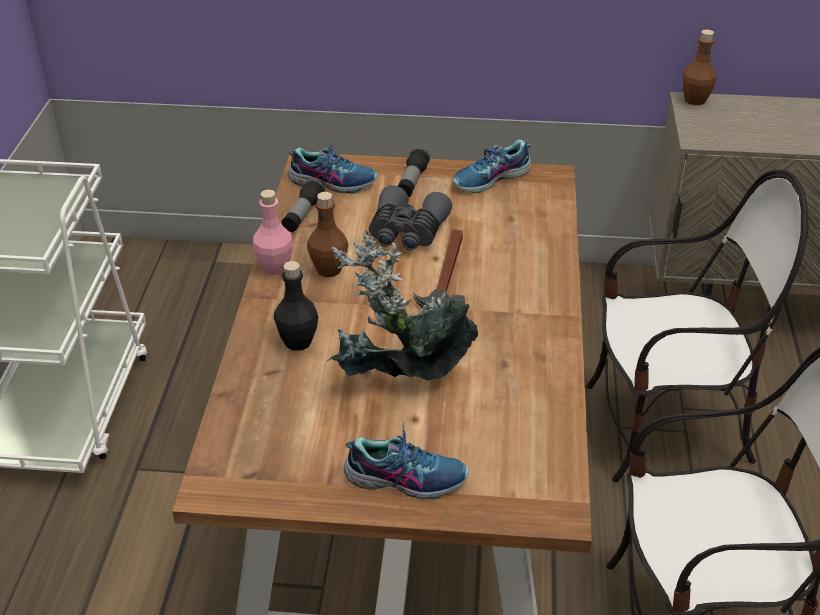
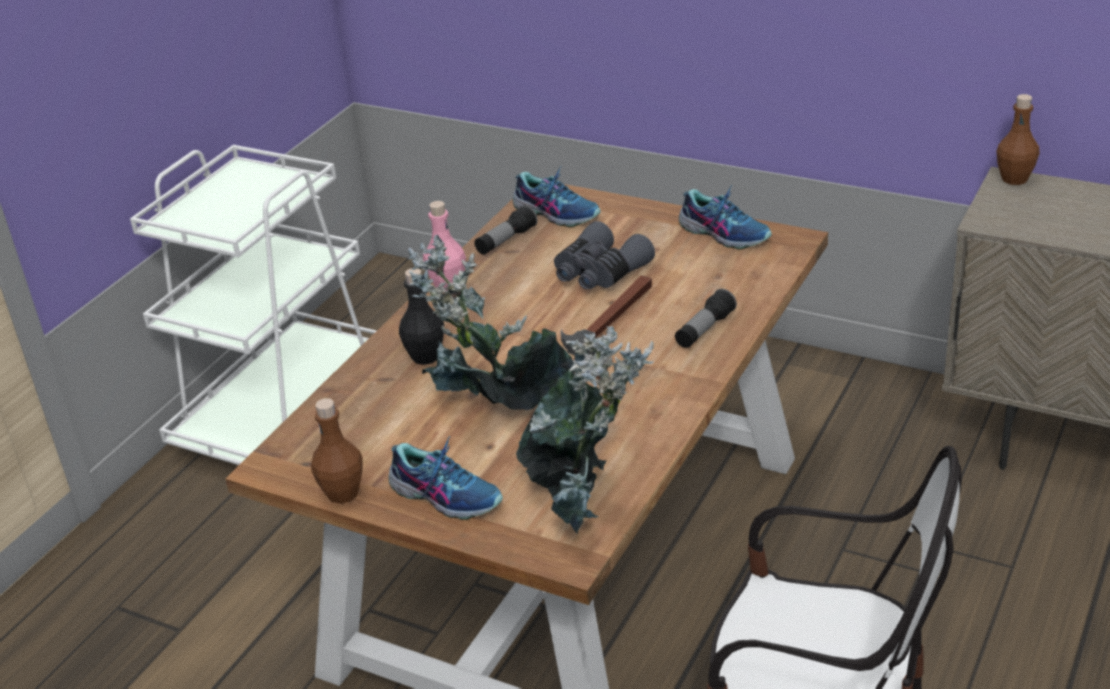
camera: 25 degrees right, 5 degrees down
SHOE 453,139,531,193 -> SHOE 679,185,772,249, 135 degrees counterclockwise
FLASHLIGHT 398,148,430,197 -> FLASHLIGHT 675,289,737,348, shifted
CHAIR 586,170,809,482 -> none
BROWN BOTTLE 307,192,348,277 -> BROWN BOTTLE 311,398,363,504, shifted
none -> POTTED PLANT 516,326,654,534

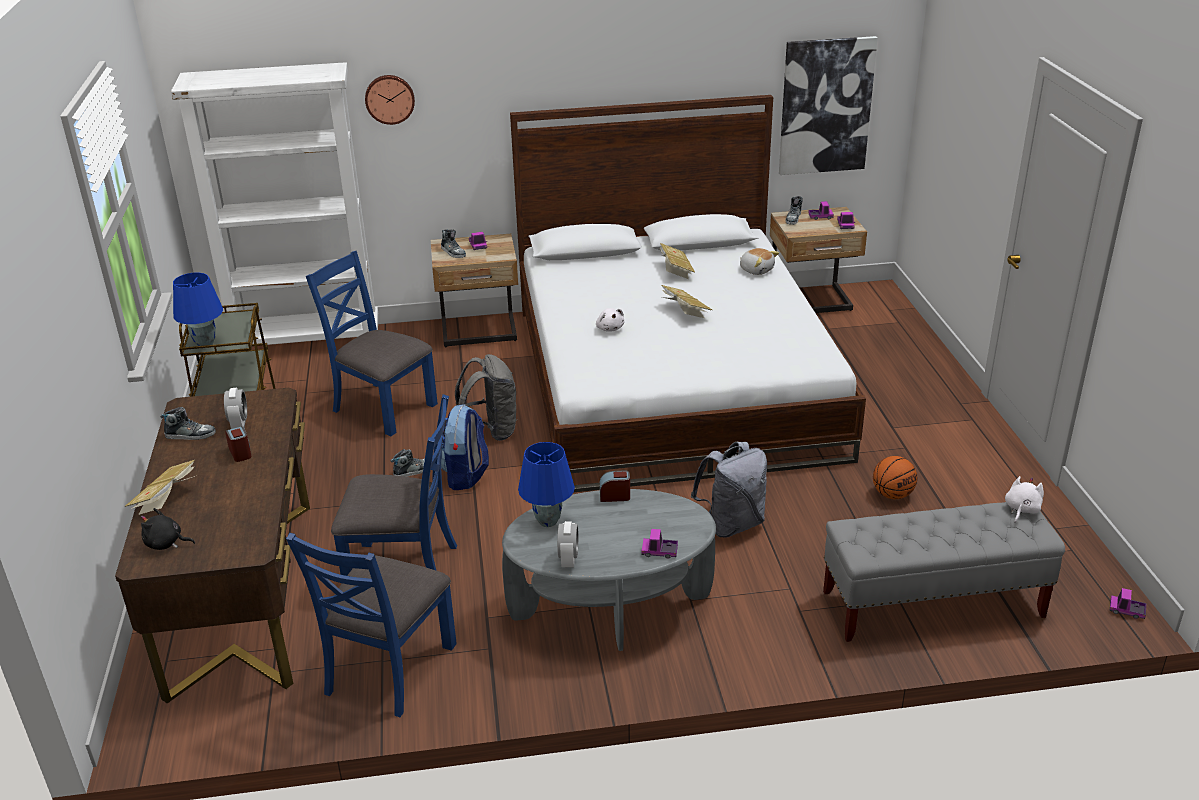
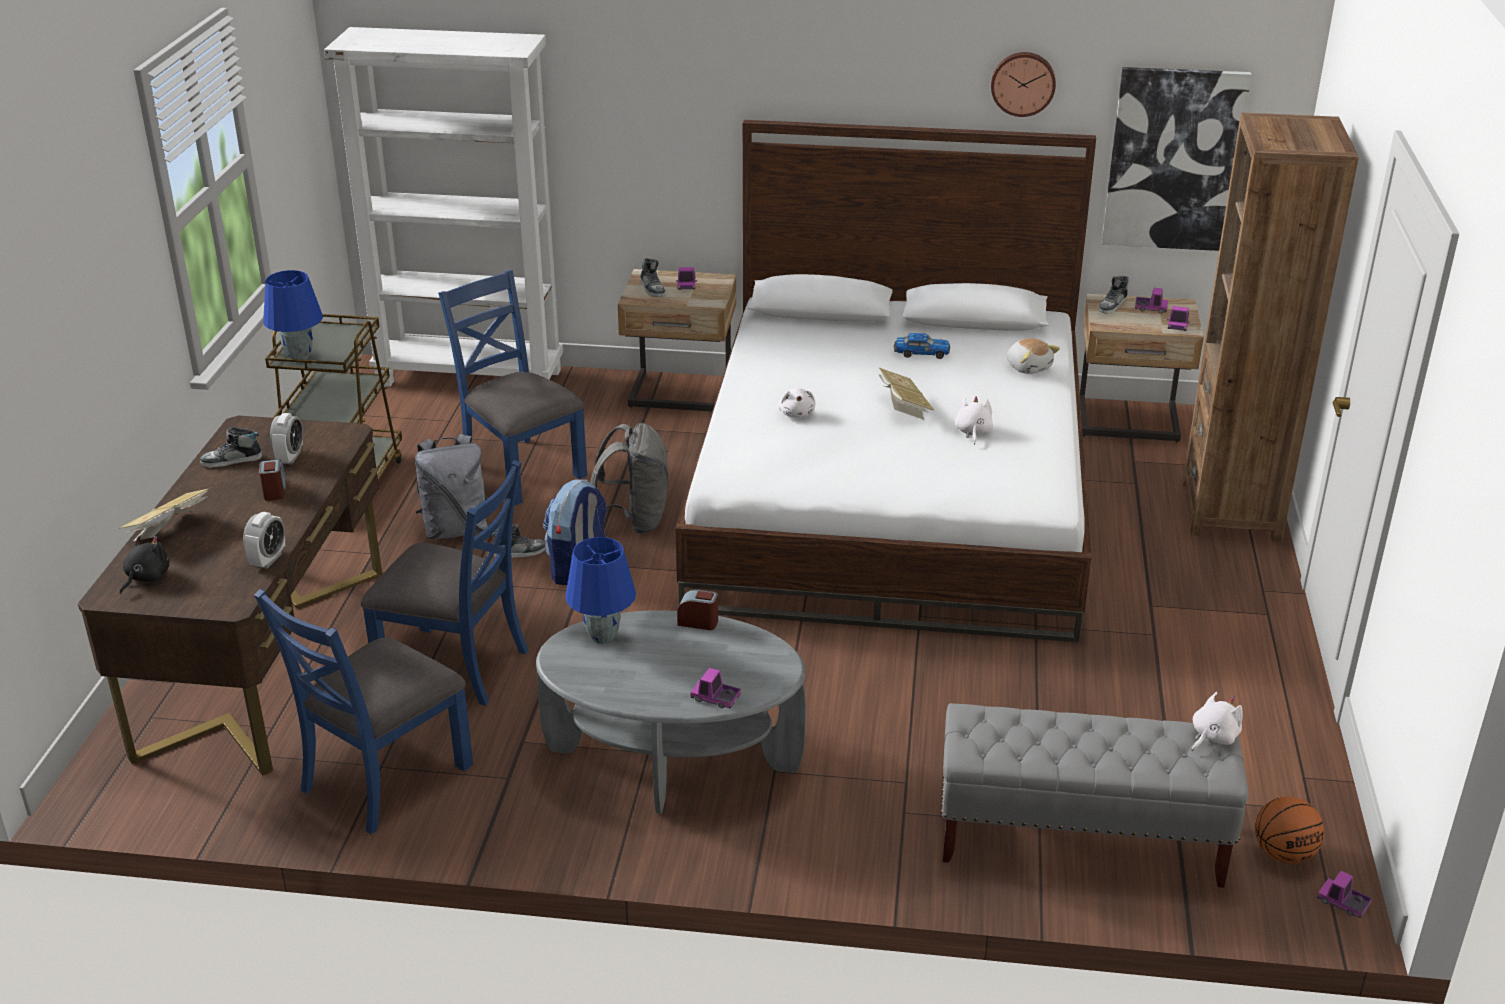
camera: 15 degrees right, 0 degrees up
WALL CLOCK 365,75,415,125 -> WALL CLOCK 991,52,1056,117, shifted
BOOK 660,243,695,279 -> TOY CAR 894,333,950,359
SHOE 161,407,216,440 -> SHOE 200,427,262,468, 150 degrees clockwise
GREY BACKPACK 691,442,767,538 -> GREY BACKPACK 415,434,488,540, shifted
BASKETBALL 873,456,917,499 -> BASKETBALL 1255,797,1324,864, shifted
BLACK PLUSH TOY 141,508,195,550 -> BLACK PLUSH TOY 119,535,169,594, 90 degrees clockwise
ALARM CLOCK 557,521,578,567 -> ALARM CLOCK 243,512,285,569, shifted
none -> BROWN BOOKCASE 1183,113,1359,542
none -> WHITE PLUSH TOY 955,396,993,445

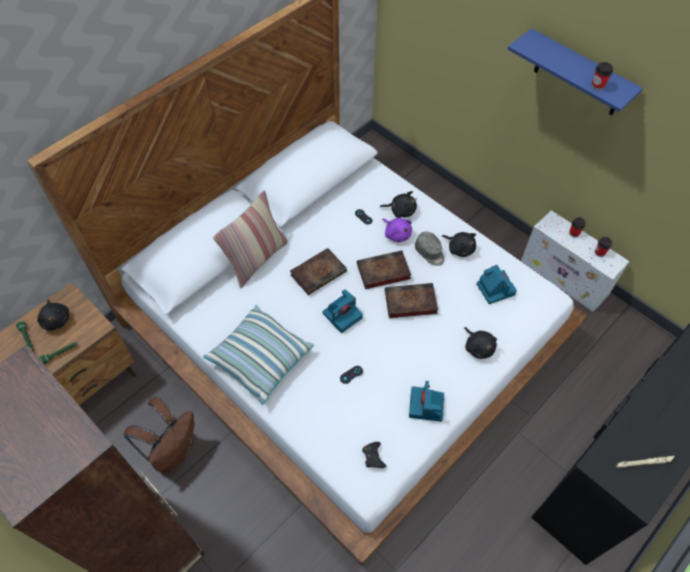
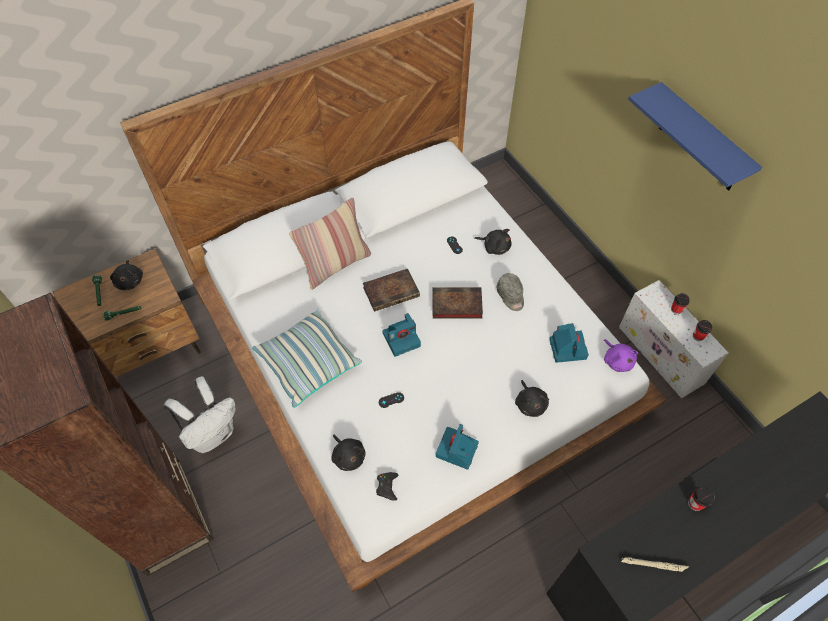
camera: 15 degrees right, 0 degrees up
CUP 592,62,613,90 -> CUP 688,486,714,511, shifted
PURPLE PLUSH TOY 382,218,412,242 -> PURPLE PLUSH TOY 604,339,638,372, shifted
BLACK PLUSH TOY 442,232,476,257 -> BLACK PLUSH TOY 331,434,366,471, shifted
BOOK 385,283,438,318 -> none
BROWN BACKPACK 124,397,194,473 -> WHITE BACKPACK 164,376,236,453

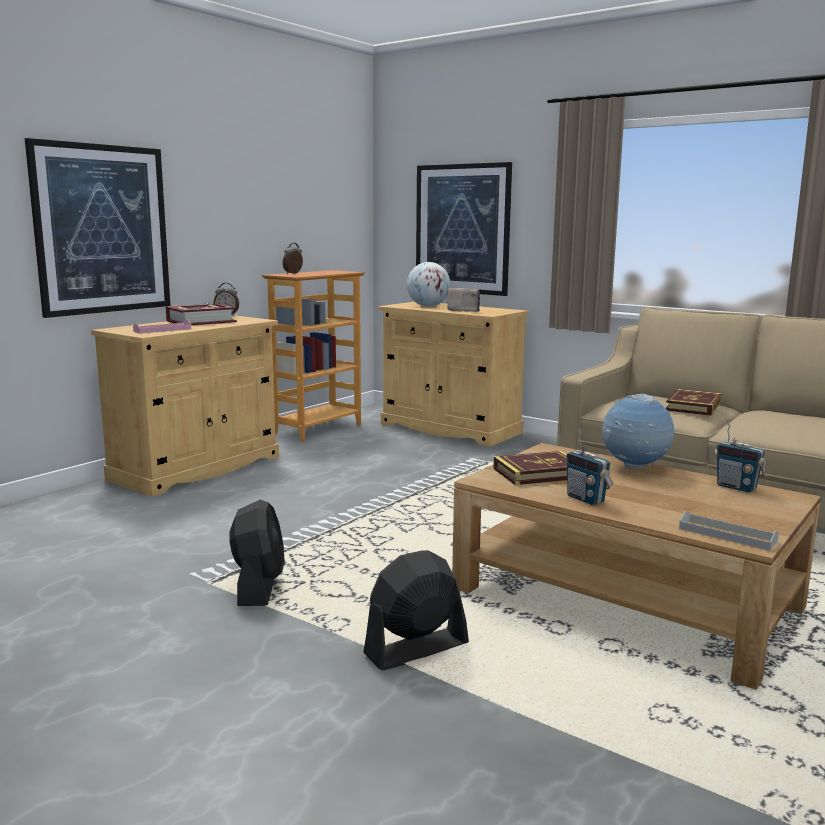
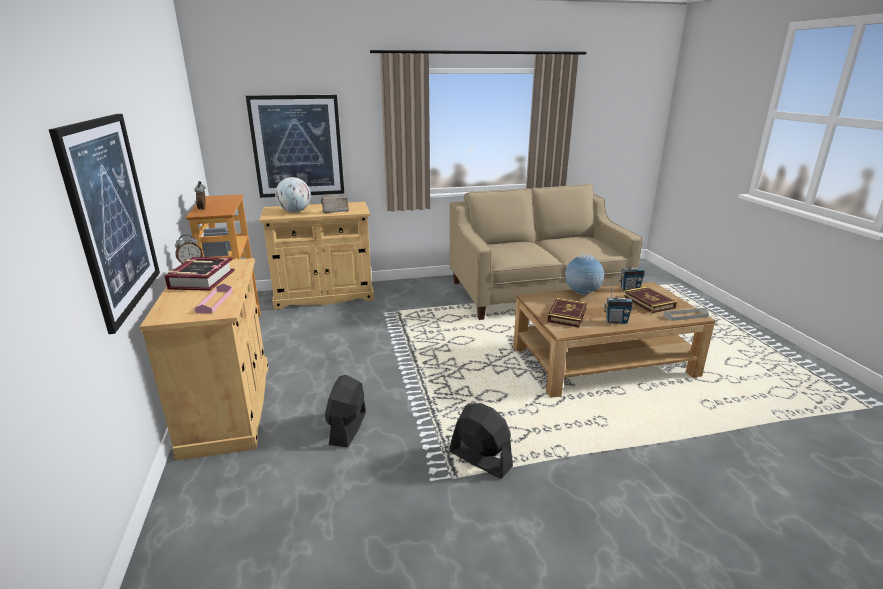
camera: 50 degrees left, 10 degrees up
BOOK 666,389,721,416 -> BOOK 623,286,677,313, shifted
BLACK FAN 363,550,469,670 -> BLACK FAN 325,375,366,447, shifted

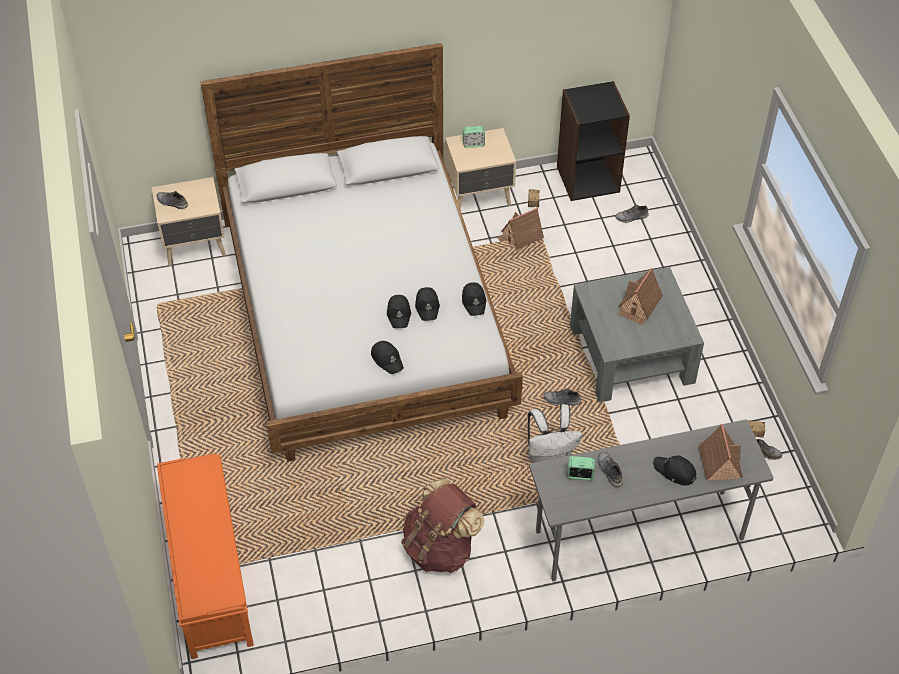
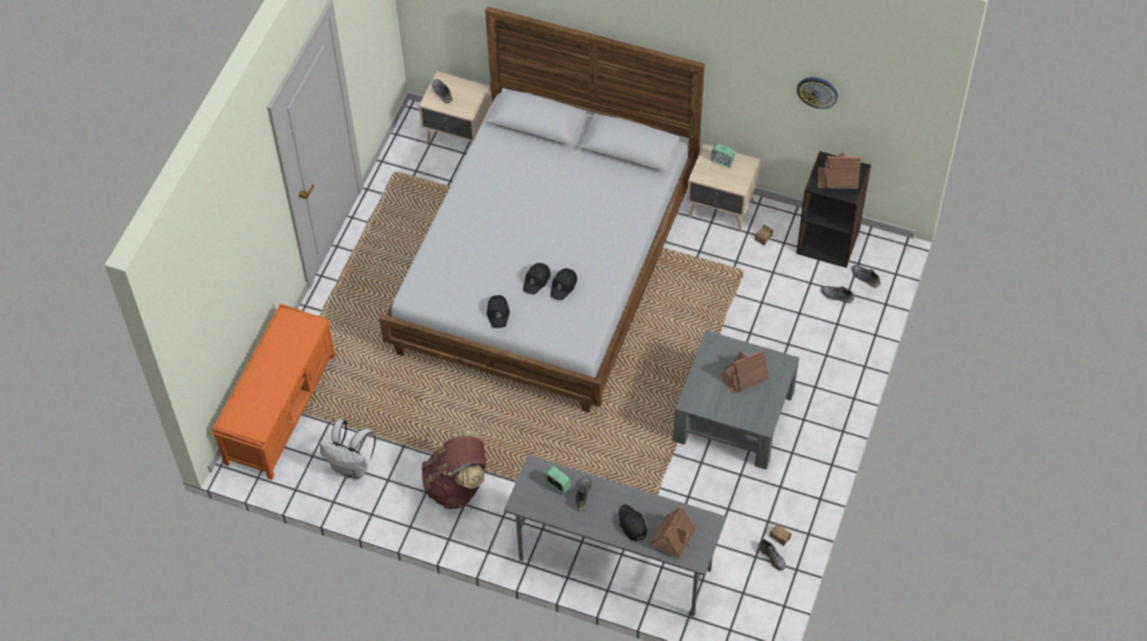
camera: 35 degrees right, 5 degrees up
TOY HOUSE 497,208,544,250 -> TOY HOUSE 818,152,862,189, shifted
BLACK CAP 462,282,487,316 -> none
GREY SHOE 543,389,581,406 -> GREY SHOE 852,265,881,287, shifted
WHITE BACKPACK 527,404,582,463 -> WHITE BACKPACK 320,419,376,480, shifted
none -> WALL CLOCK 797,77,838,109

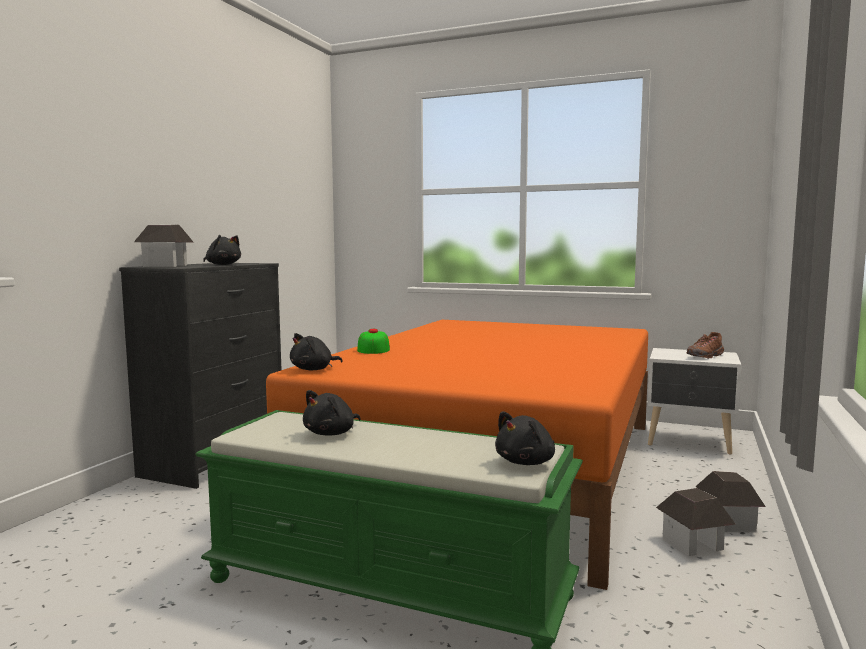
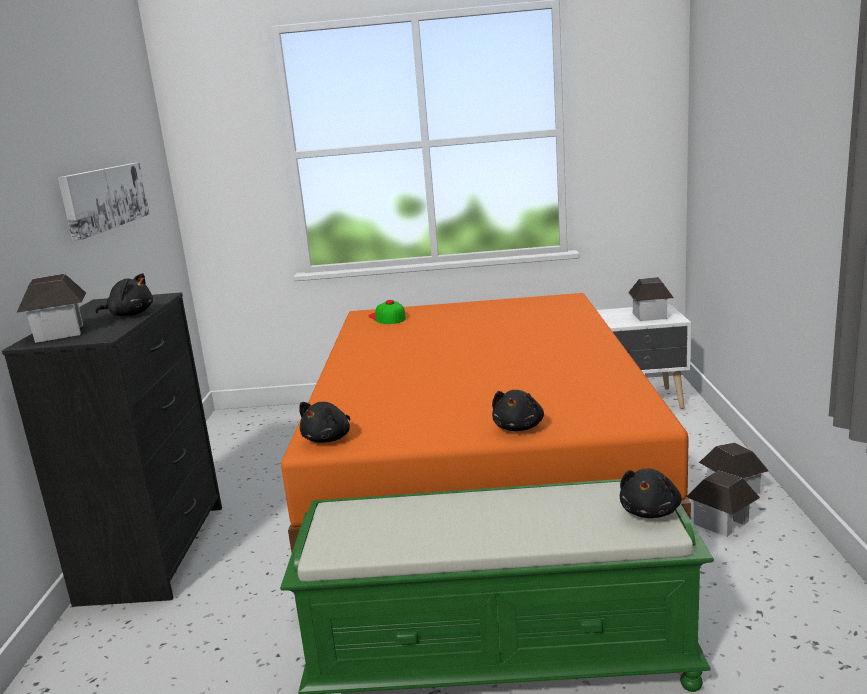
camera: 20 degrees left, 10 degrees up
CAP 357,329,390,354 -> CAP 369,300,406,324, shifted
BROWN SHOE 687,332,724,359 -> TOY HOUSE 628,277,674,321
BLACK PLUSH TOY 303,390,361,436 -> BLACK PLUSH TOY 492,390,544,431, shifted
none -> PICTURE 58,163,150,241

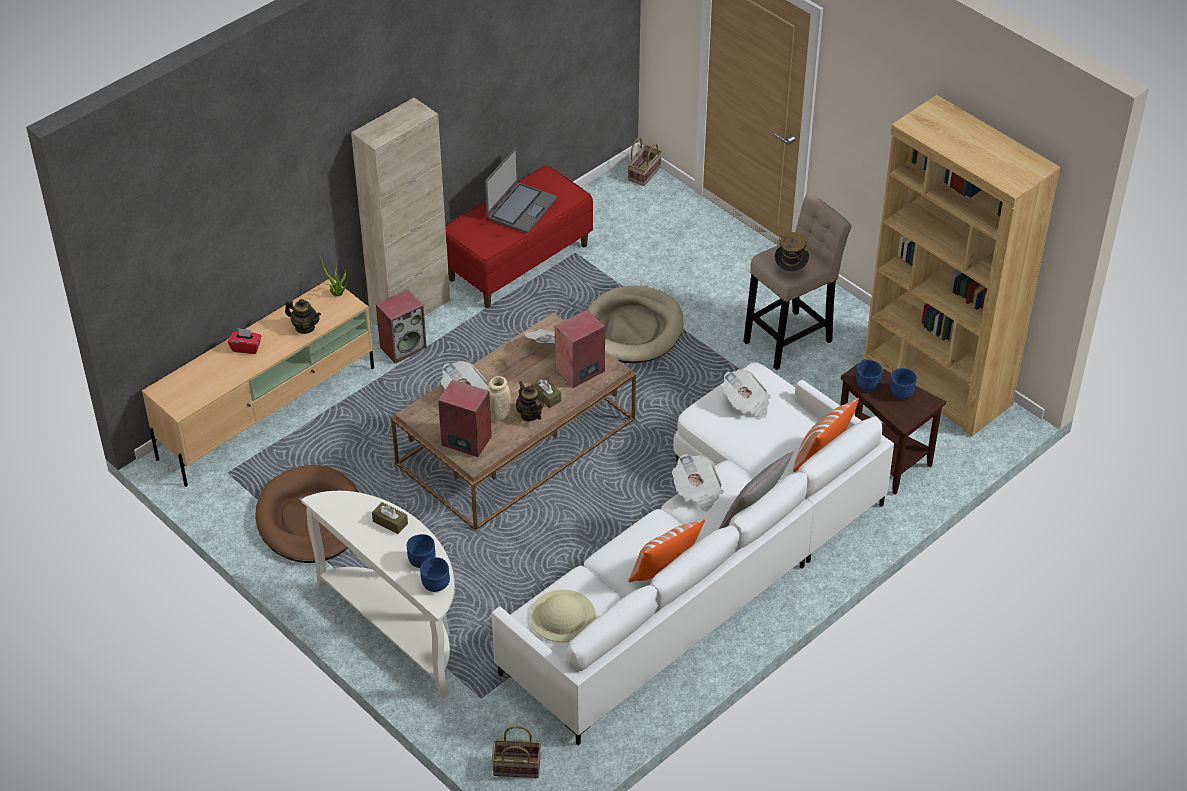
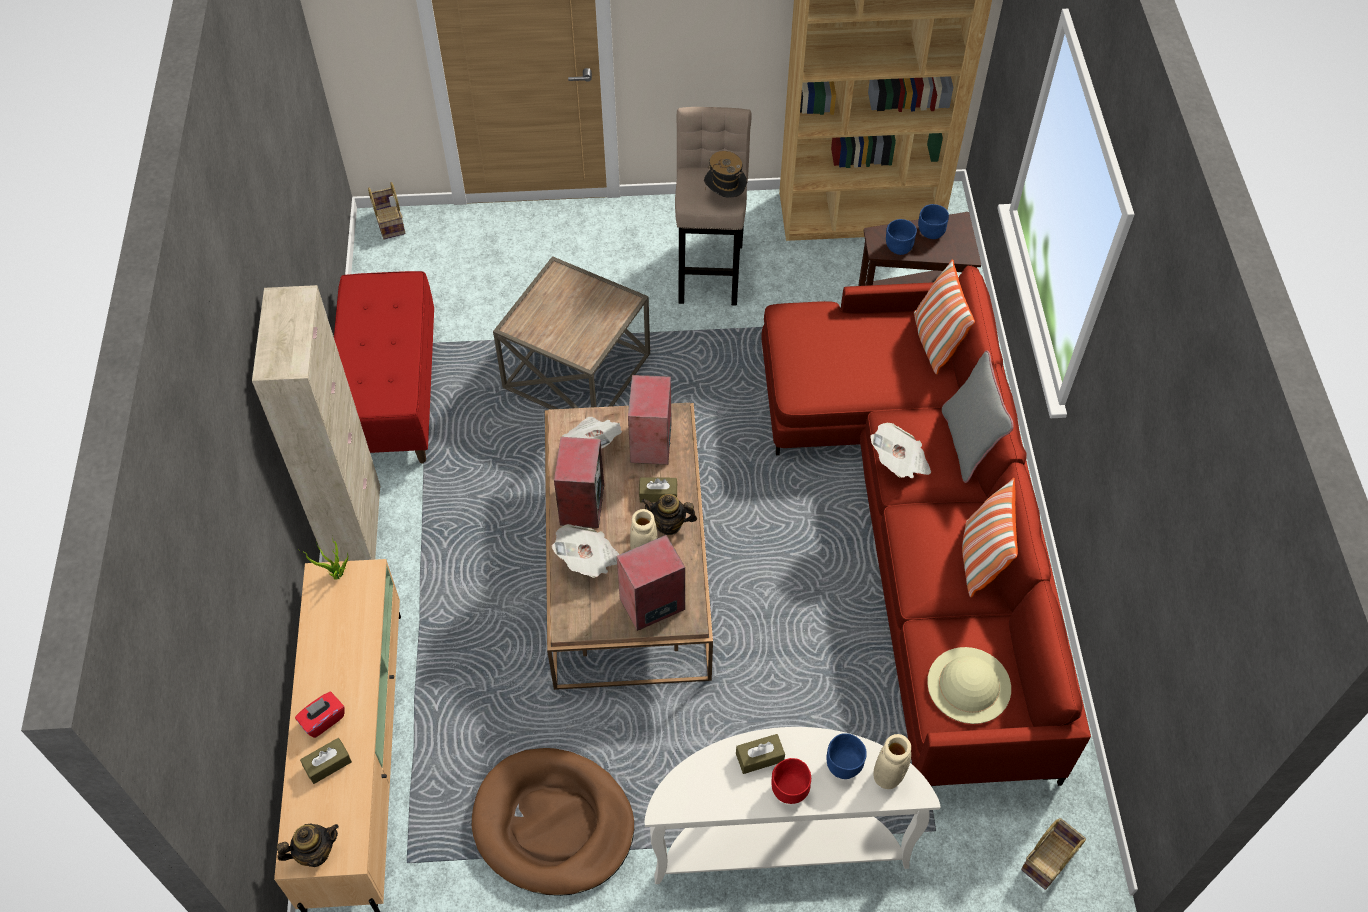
camera: 50 degrees left, 10 degrees up
LAPTOP 485,147,557,233 -> none
BEIGE DOG BED 587,285,683,363 -> BROWN SIDE TABLE 493,256,650,410
SPEAKER 376,289,427,364 -> SPEAKER 554,437,604,528, shifted
TEAPOT 285,299,321,334 -> TEAPOT 277,823,339,867, shifted
WHITE SOFA 492,362,894,746 -> RED SOFA 762,266,1091,786
NEWSPAPER 724,369,770,418 -> none
BLUE BOWL 420,557,450,592 -> BEIGE VASE 873,734,911,789
none -> BROWN TISSUE BOX 300,738,352,784
none -> RED BOWL 771,758,811,804

